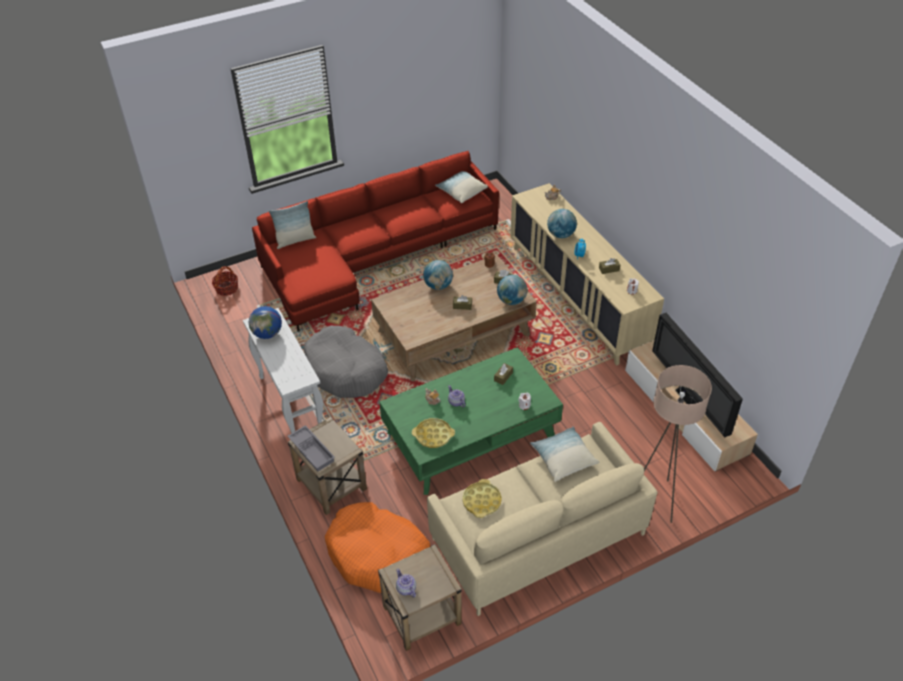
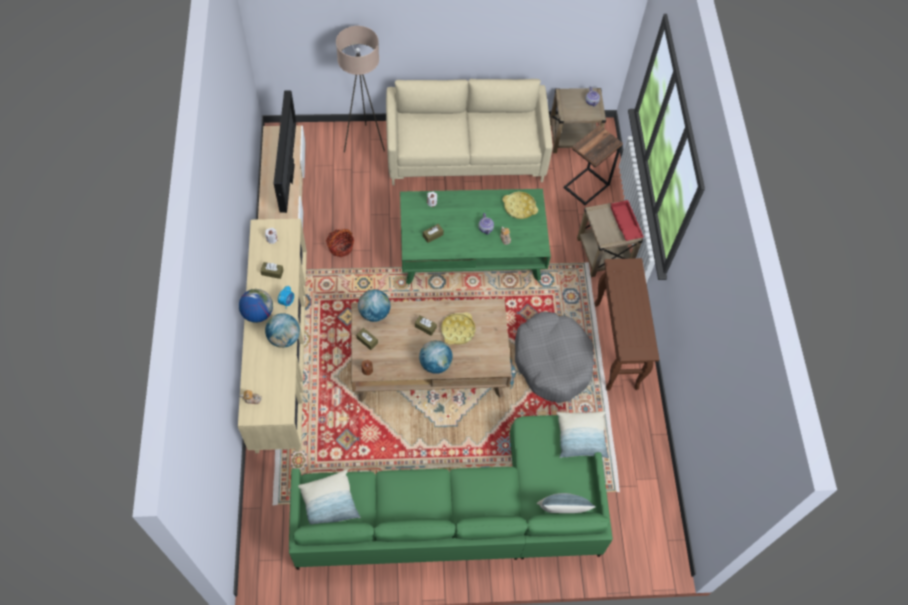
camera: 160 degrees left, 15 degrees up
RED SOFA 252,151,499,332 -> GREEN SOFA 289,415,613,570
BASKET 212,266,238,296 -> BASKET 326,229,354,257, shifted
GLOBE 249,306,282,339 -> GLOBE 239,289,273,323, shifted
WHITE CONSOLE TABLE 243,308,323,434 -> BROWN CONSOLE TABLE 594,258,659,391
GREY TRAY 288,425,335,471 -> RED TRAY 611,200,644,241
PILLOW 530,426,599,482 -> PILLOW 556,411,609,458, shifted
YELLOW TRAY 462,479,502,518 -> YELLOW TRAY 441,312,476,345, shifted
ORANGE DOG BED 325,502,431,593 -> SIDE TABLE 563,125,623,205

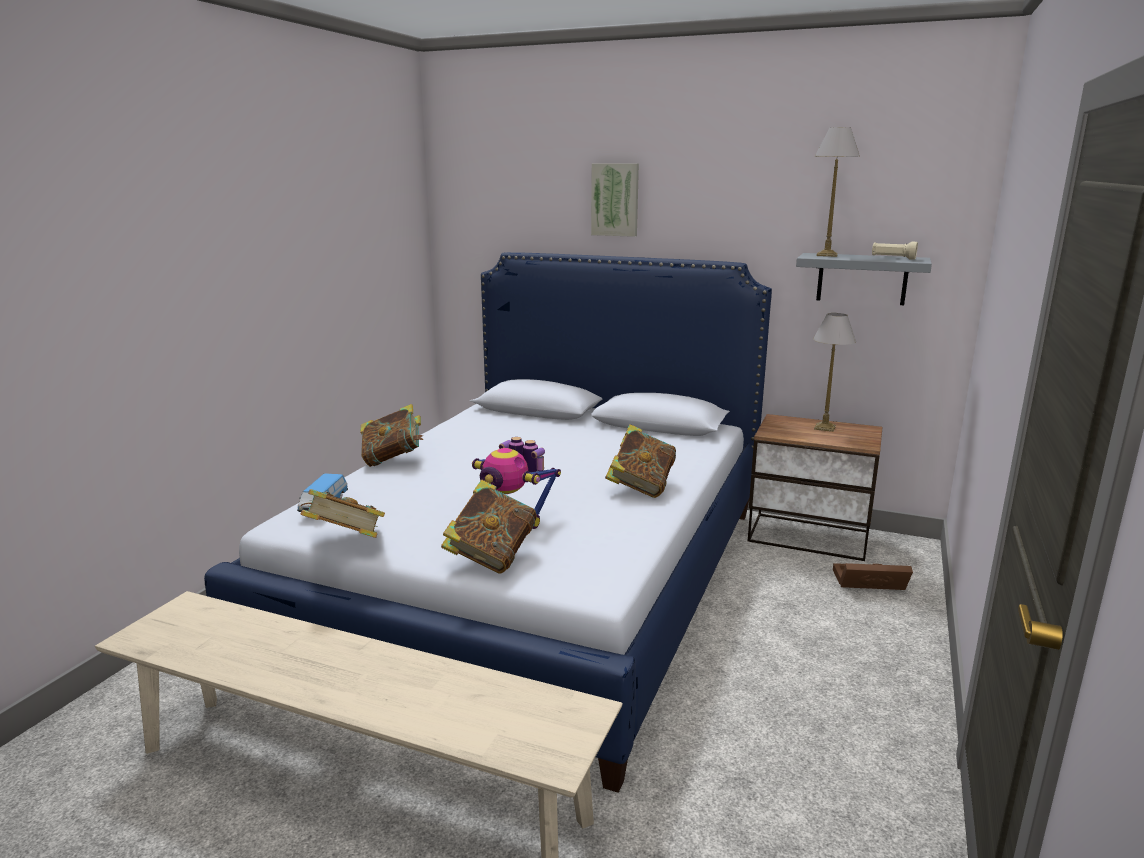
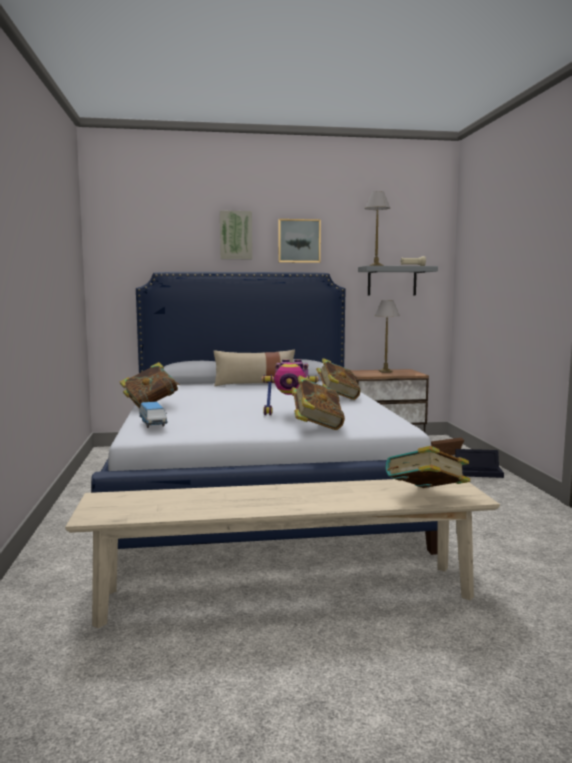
camera: 30 degrees left, 10 degrees down
BOOK 301,489,385,538 -> BOOK 385,446,470,488, shifted
none -> PICTURE 278,219,321,263
none -> BEIGE PILLOW 214,350,295,386
none -> BLACK STORAGE BOX 455,449,504,478

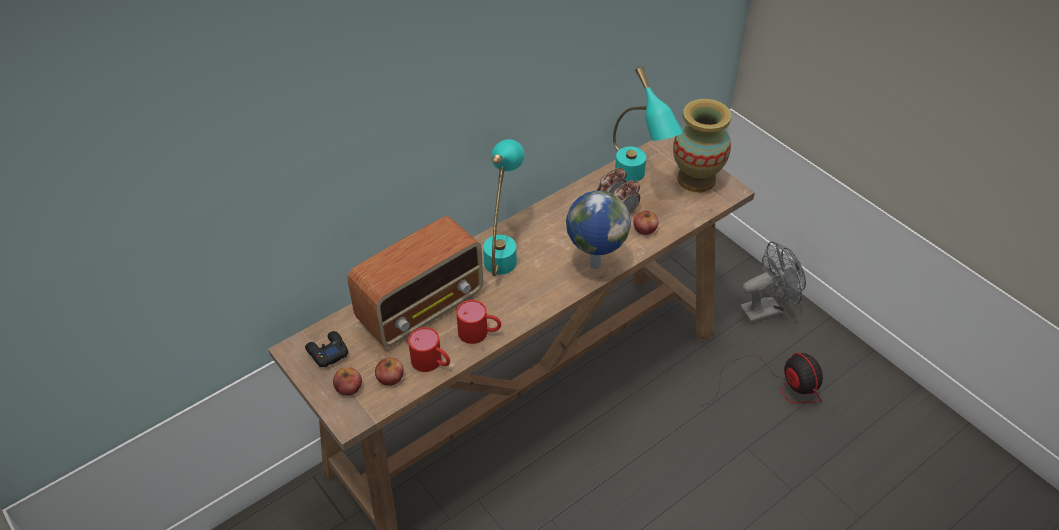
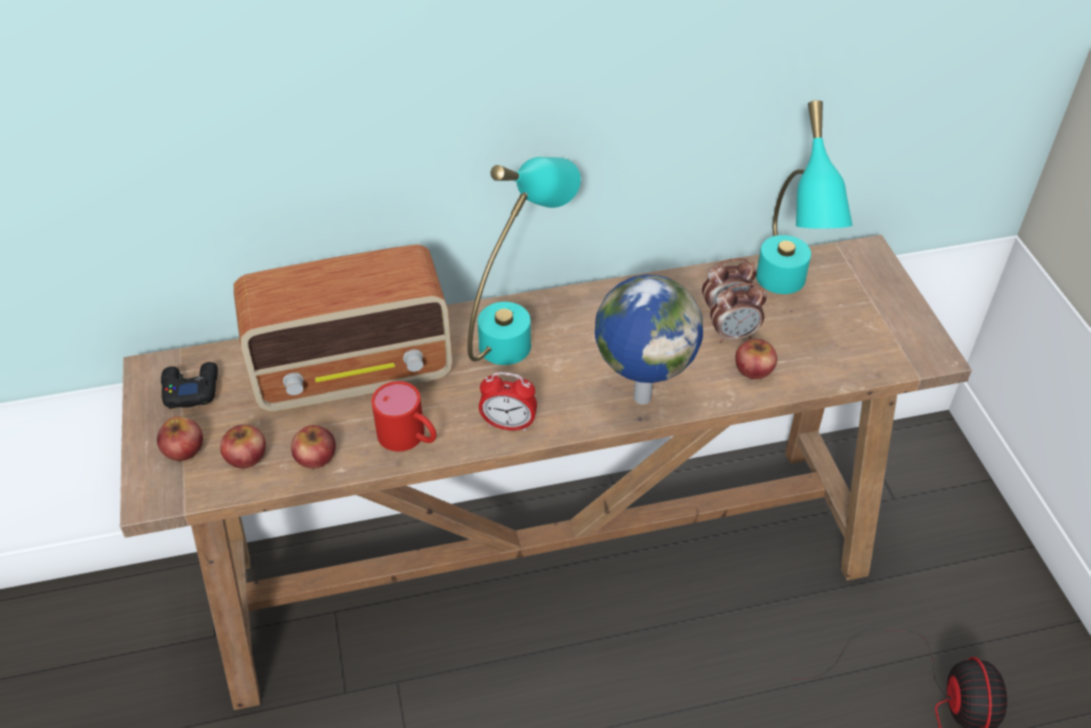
camera: 25 degrees right, 0 degrees up
VASE 673,99,732,192 -> none
GREY FAN 740,241,806,324 -> none
RED MUG 408,327,450,372 -> APPLE 291,425,336,469
none -> ALARM CLOCK 479,372,537,432

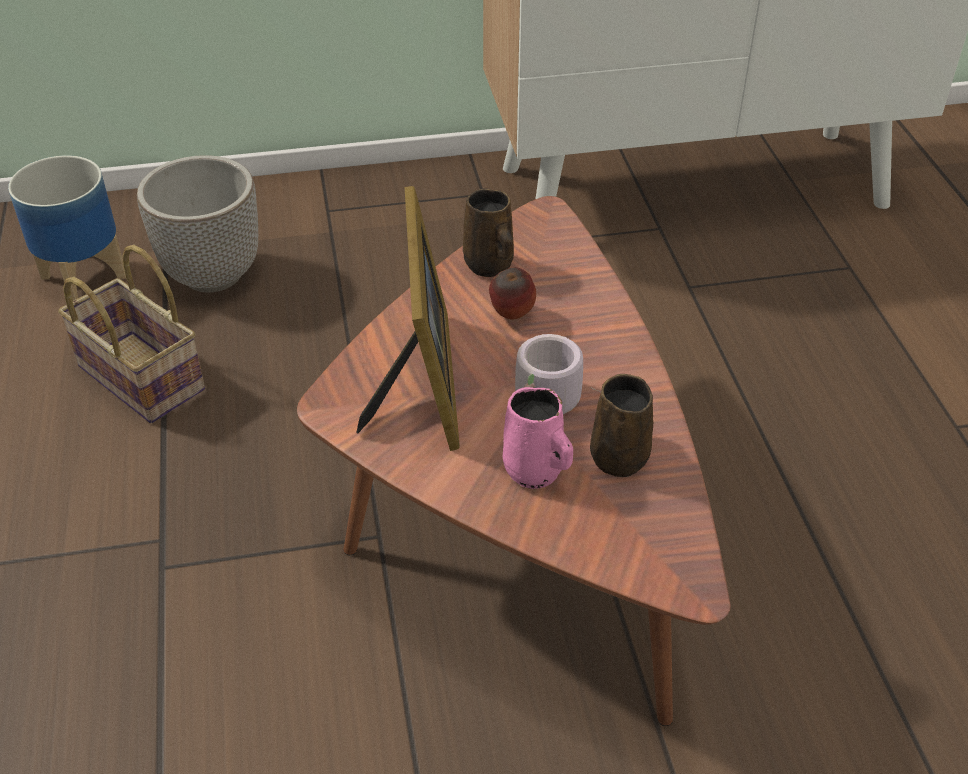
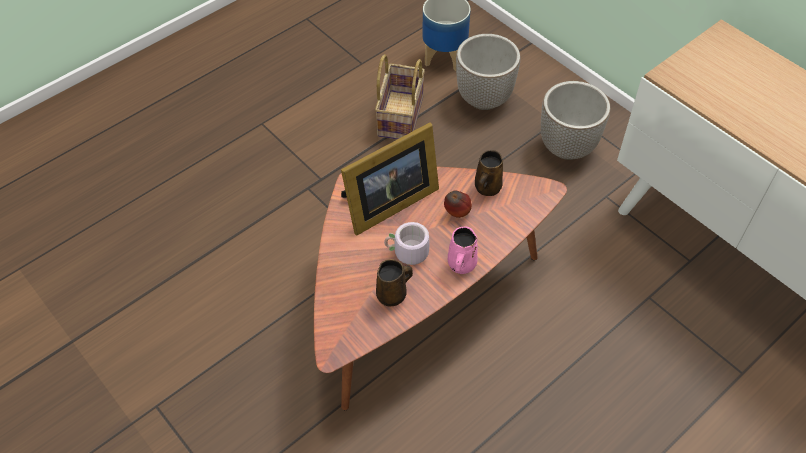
camera: 60 degrees right, 10 degrees up
PINK MUG 503,387,573,489 -> PINK MUG 448,226,477,274, shifted
none -> PLANTER 541,81,610,160

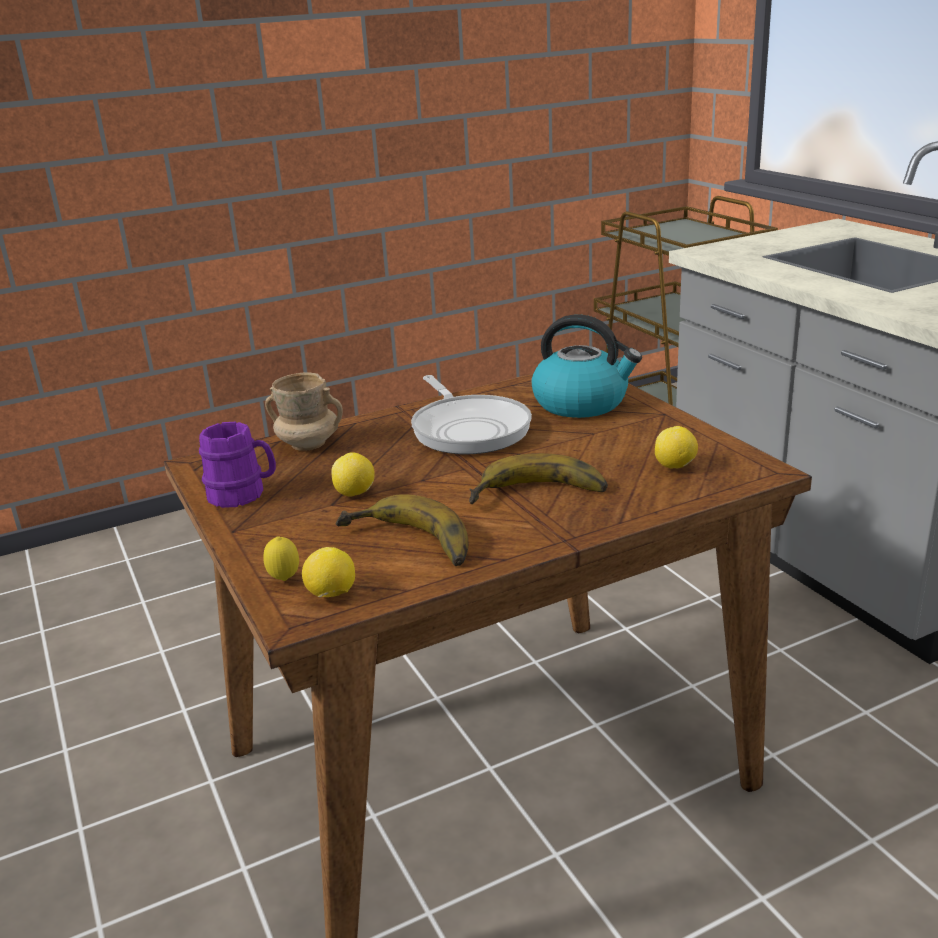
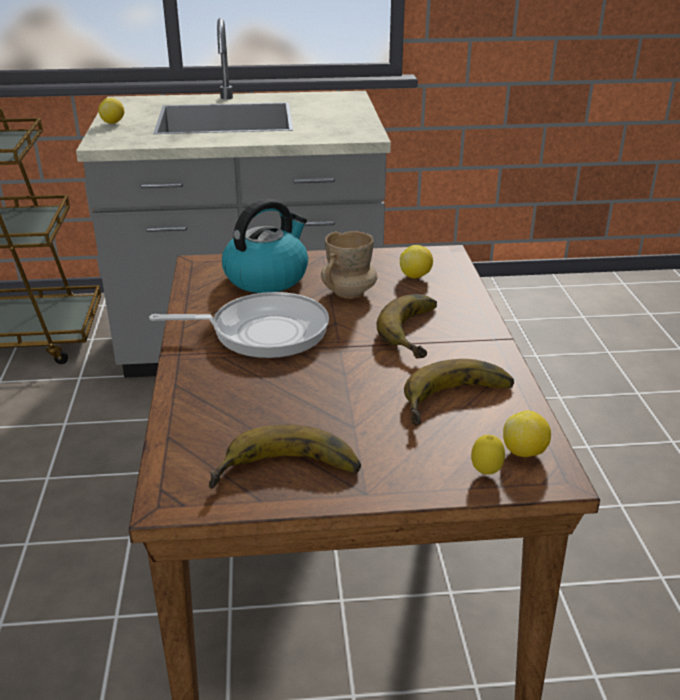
camera: 70 degrees left, 5 degrees up
BEIGE MUG 265,372,343,451 -> BEIGE MUG 321,231,377,299, shifted
PURPLE MUG 199,422,276,508 -> BANANA 209,424,361,489
LEMON 331,453,375,496 -> LEMON 99,98,124,124, shifted

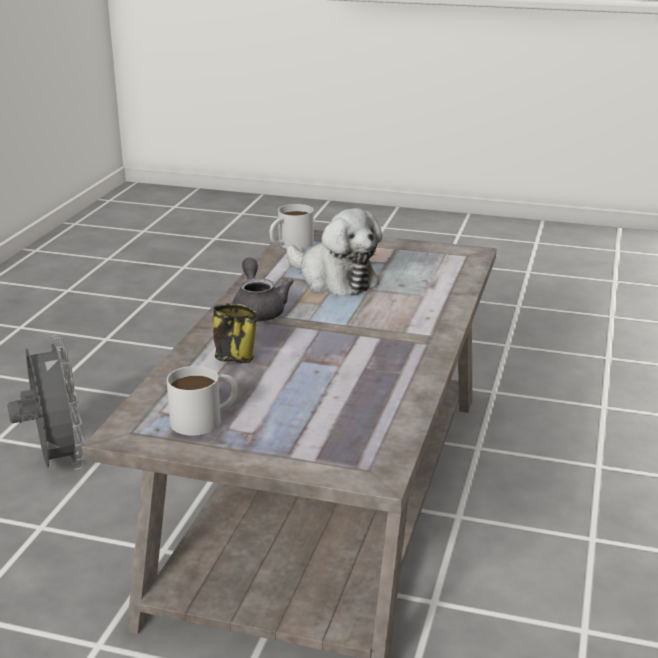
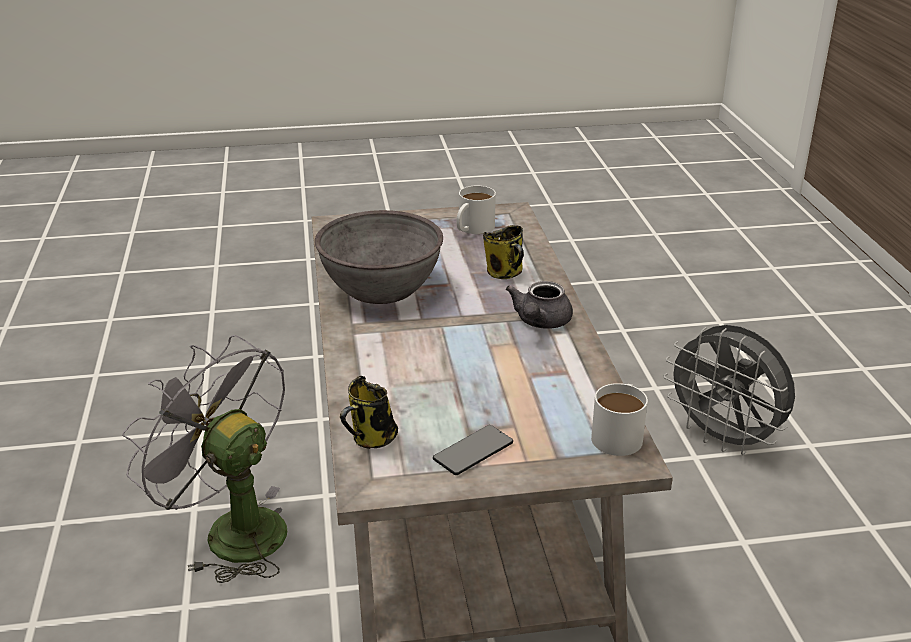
camera: 155 degrees right, 5 degrees up
PLUSH TOY 286,208,382,296 -> none
GREY TEAPOT 232,258,294,322 -> GREY TEAPOT 506,281,573,329, 60 degrees clockwise
none -> GREY BOWL 315,210,443,304
none -> GREY FAN 122,335,287,583
none -> MUG 340,376,398,449
none -> PHONE 433,425,513,475

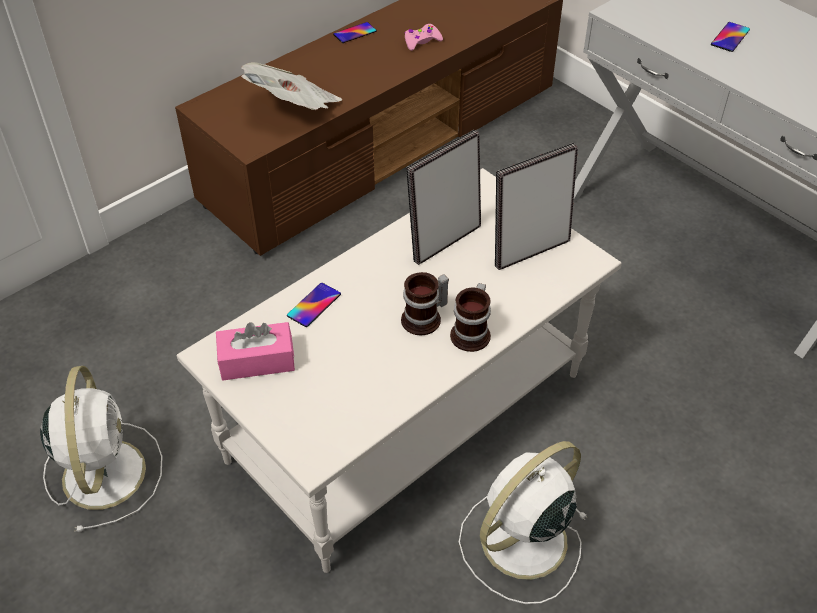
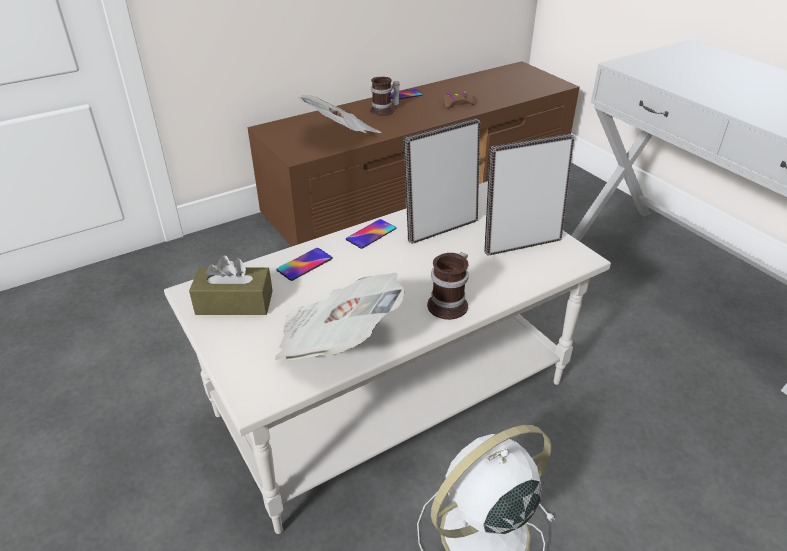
camera: 10 degrees right, 10 degrees down
PHONE 711,22,750,52 -> PHONE 346,219,396,249, shifted
PINK GAME CONTROLLER 404,24,443,51 -> BROWN GAME CONTROLLER 443,91,475,108
MUG 401,272,449,335 -> MUG 370,77,400,116, shifted
PINK TISSUE BOX 216,322,295,380 -> BROWN TISSUE BOX 189,255,273,315
WHITE FAN 40,366,162,532 -> none
none -> NEWSPAPER 275,273,404,360

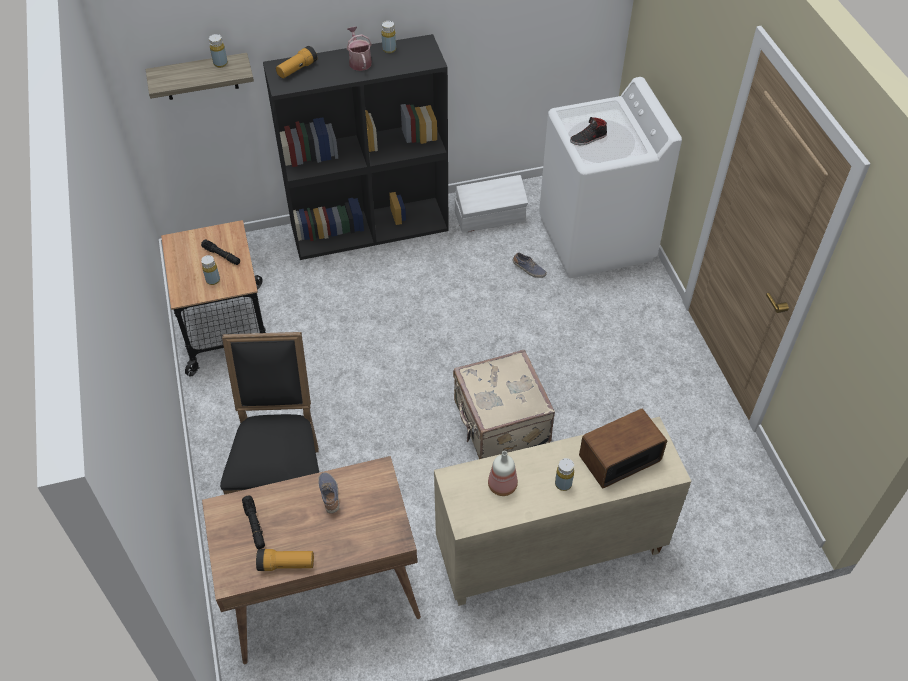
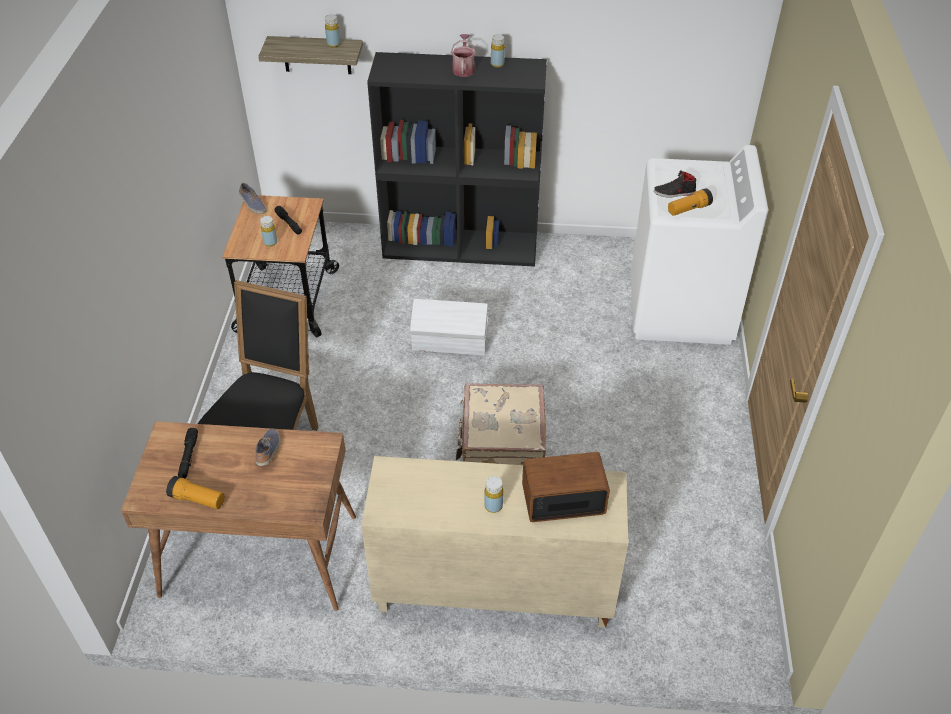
camera: 20 degrees right, 5 degrees down
FLASHLIGHT 276,46,317,78 -> FLASHLIGHT 668,188,713,216, shifted
WHITE STORAGE BOX 455,175,528,233 -> WHITE STORAGE BOX 410,299,488,355, shifted
SHOE 513,252,547,278 -> SHOE 239,183,266,214, shifted
BOTTLE 488,451,518,496 -> none

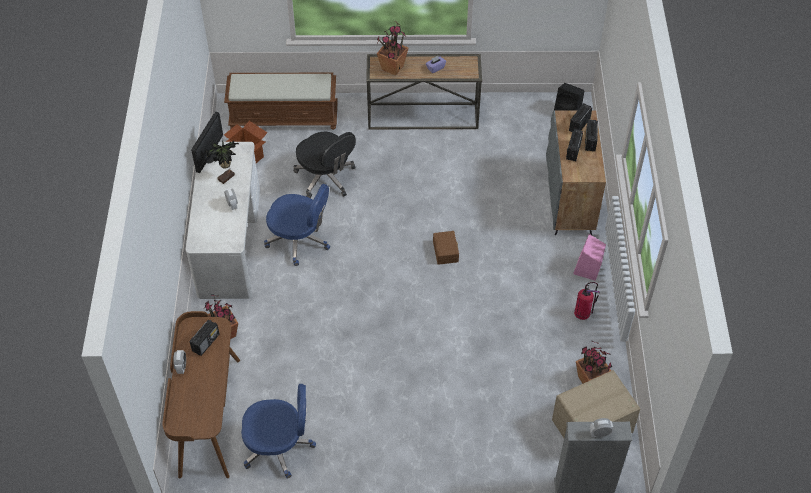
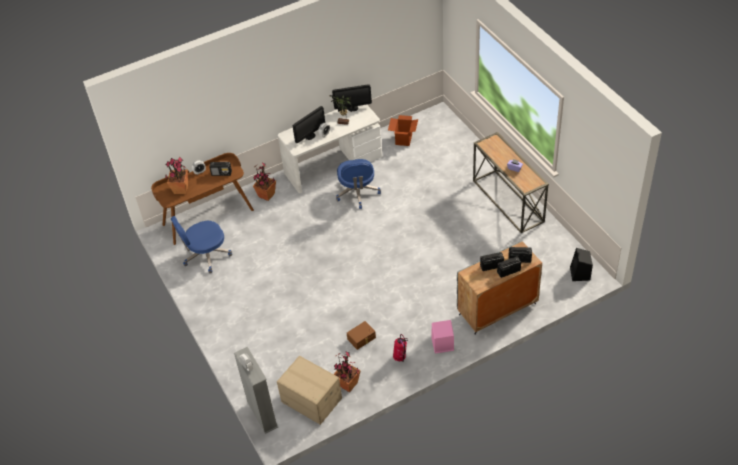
camera: 65 degrees right, 5 degrees down
POTTED PLANT 377,22,408,76 -> POTTED PLANT 165,157,188,194, shifted
BROWN BENCH 224,72,338,130 -> none
BLACK OFFICE CHAIR 293,131,356,198 -> none
BROWN STORAGE BOX 433,231,459,265 -> BROWN STORAGE BOX 347,321,376,350, shifted
BLUE OFFICE CHAIR 241,384,316,479 -> BLUE OFFICE CHAIR 171,216,232,273, 90 degrees clockwise
none -> MONITOR 293,106,325,143

